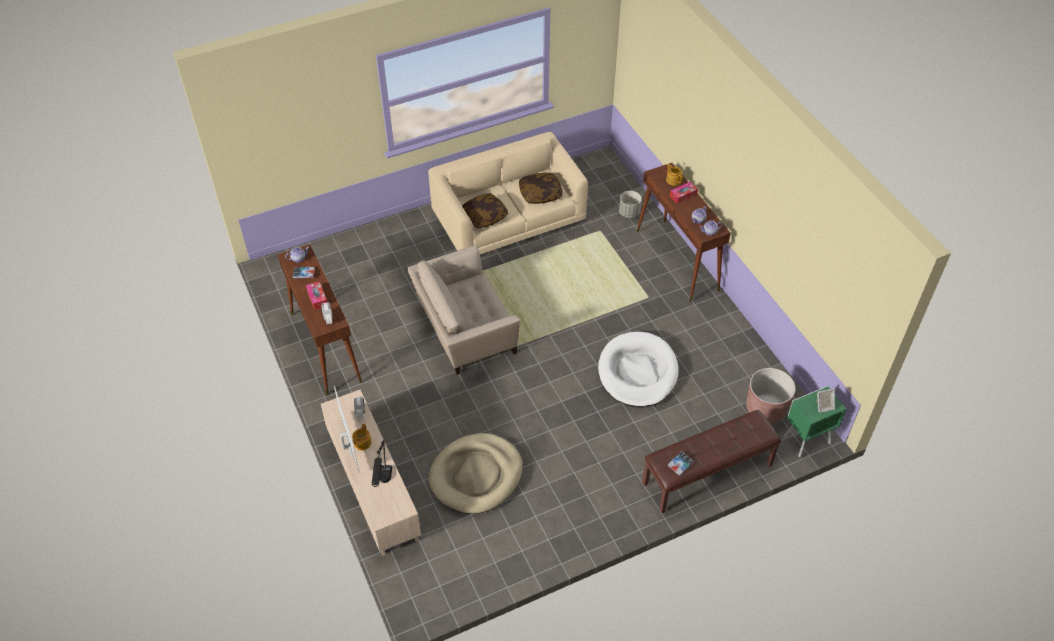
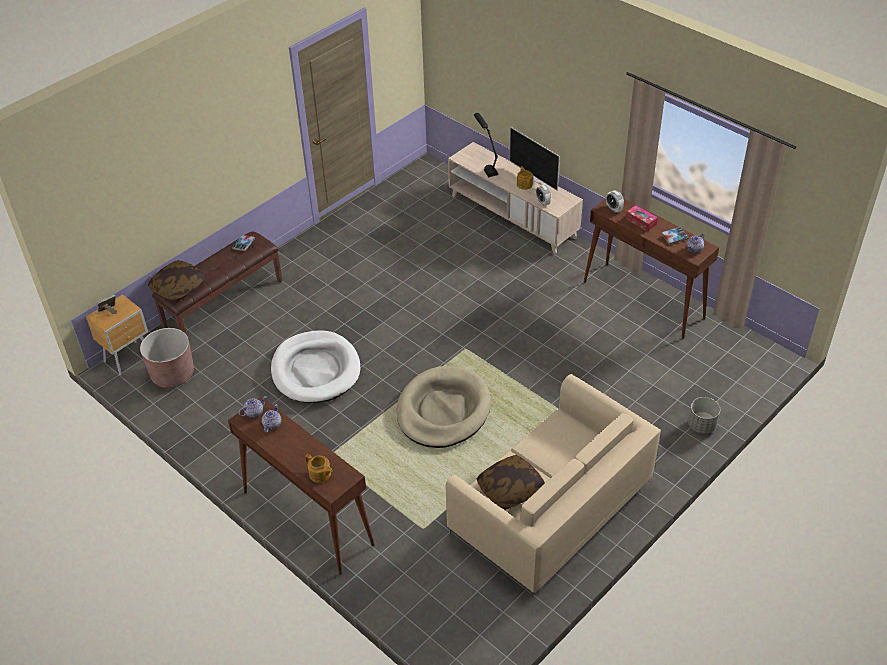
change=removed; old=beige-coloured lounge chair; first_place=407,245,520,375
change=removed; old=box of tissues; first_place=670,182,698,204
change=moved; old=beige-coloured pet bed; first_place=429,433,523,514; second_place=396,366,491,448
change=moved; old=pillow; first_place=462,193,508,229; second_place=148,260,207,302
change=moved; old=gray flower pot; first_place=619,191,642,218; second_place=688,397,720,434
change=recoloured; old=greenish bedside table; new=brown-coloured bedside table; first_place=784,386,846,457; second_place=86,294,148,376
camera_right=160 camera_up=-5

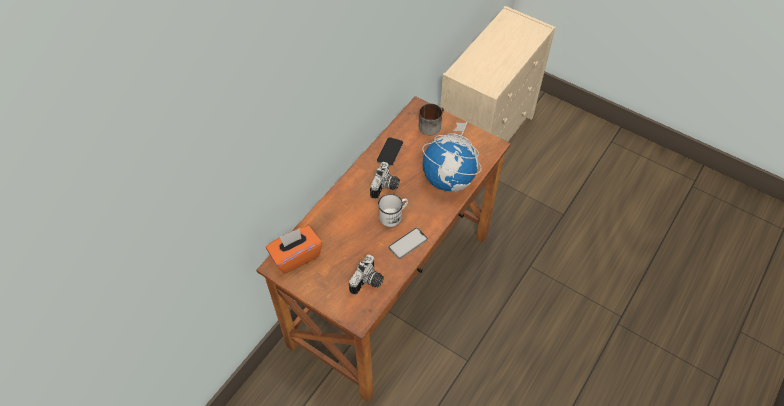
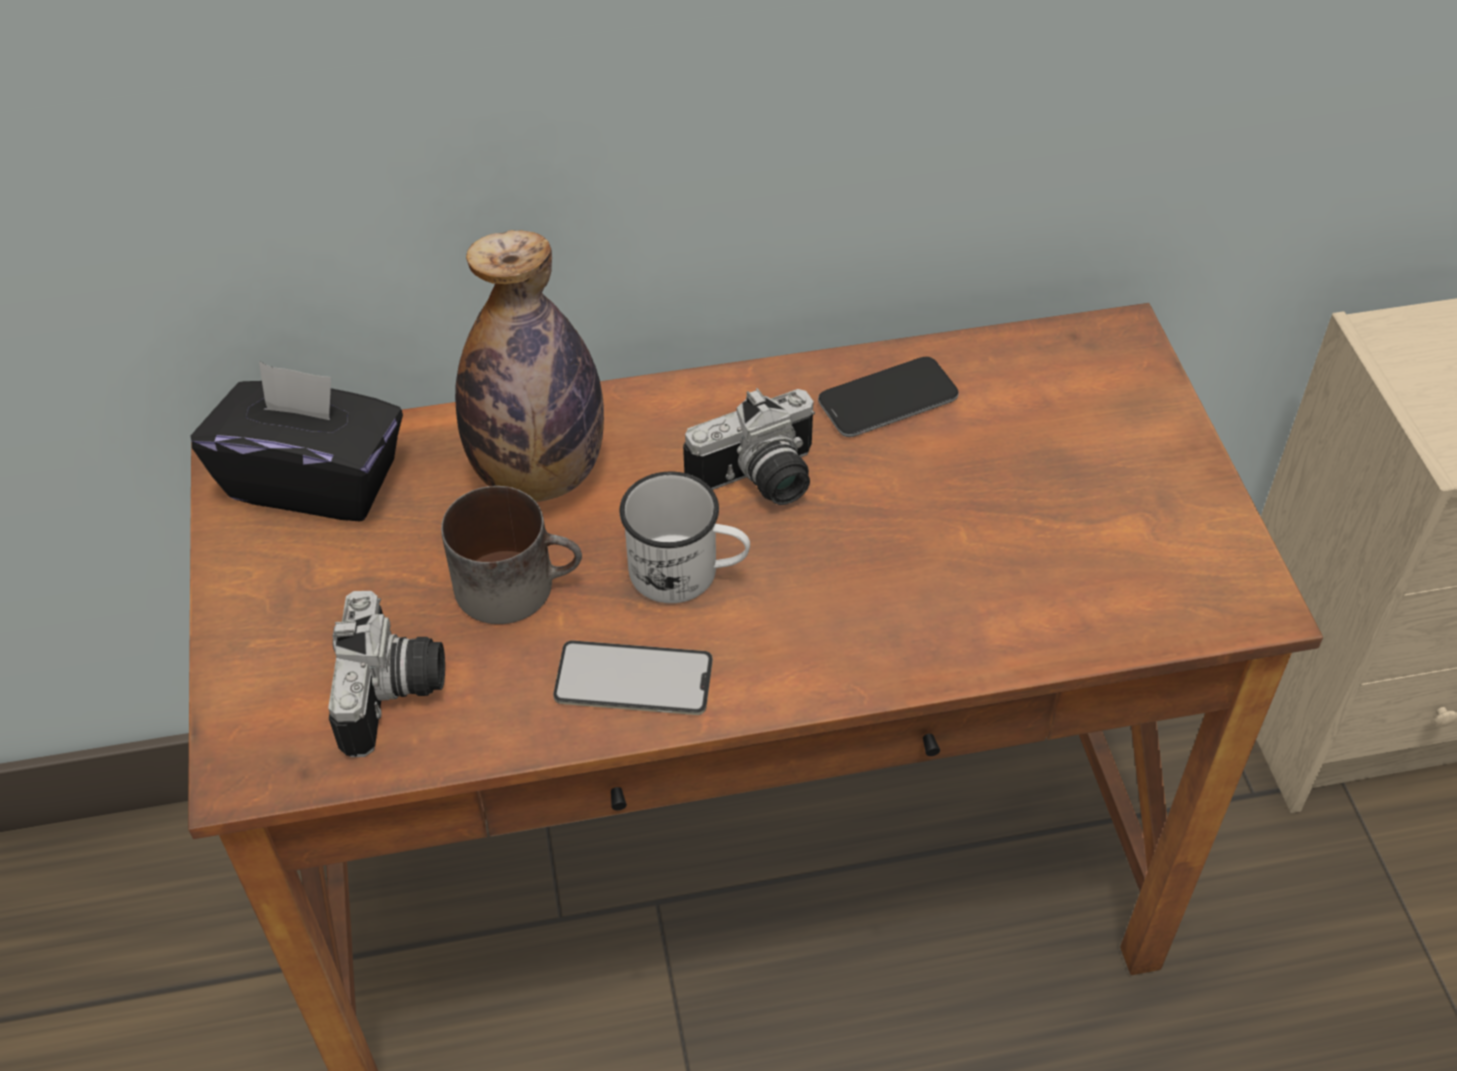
change=removed; old=globe; first_place=422,122,482,192
change=added; new=beverage bottle; second_place=455,230,604,502
change=moved; old=coffee mug; first_place=419,103,444,135; second_place=441,486,582,624
change=recoloured; old=orange-coloured box of tissues; new=black box of tissues; first_place=266,226,322,274; second_place=190,361,403,521
change=turned; old=photo camera; first_place=349,255,384,295; second_place=328,591,445,757; degrees=-75
camera_right=45 camera_up=-5

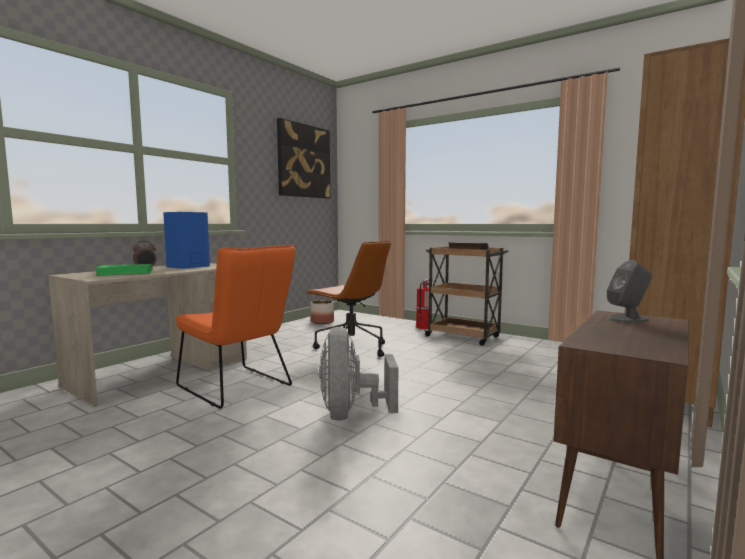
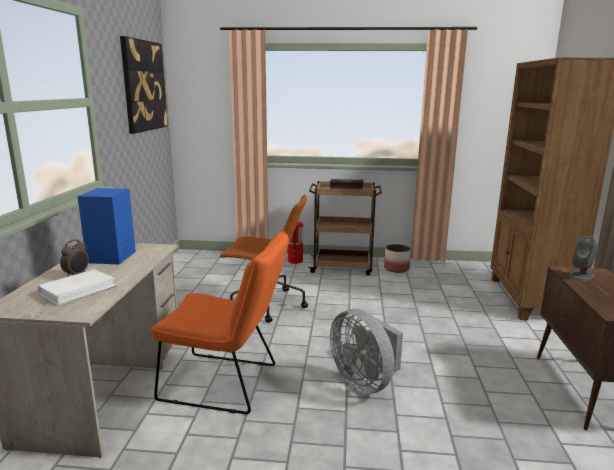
change=moved; old=flower pot; first_place=311,300,334,324; second_place=384,244,411,273
change=recoloured; old=greenish book; new=white-coloured book; first_place=95,264,152,276; second_place=38,269,117,306
camera_right=-30 camera_up=10

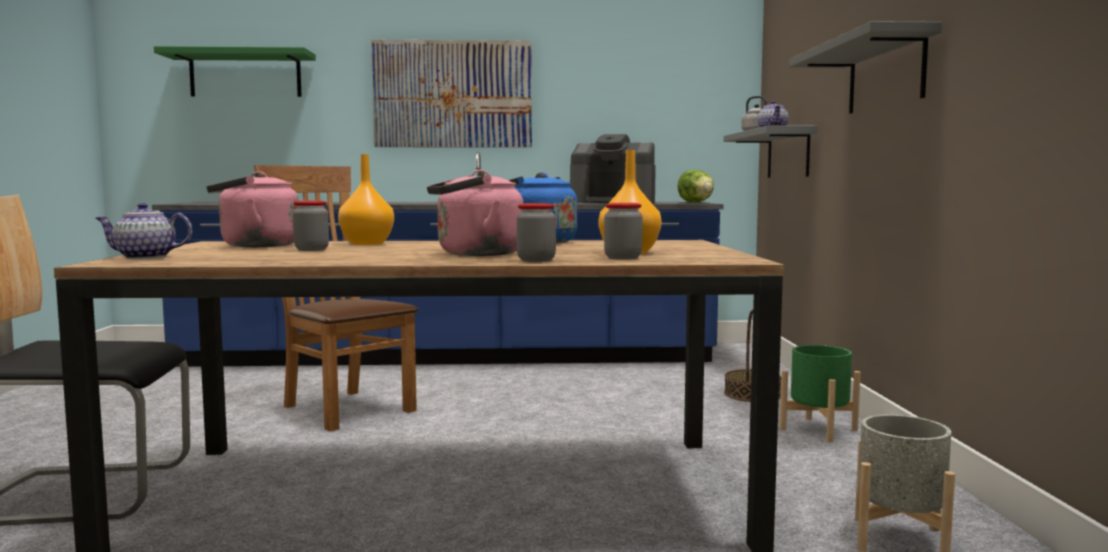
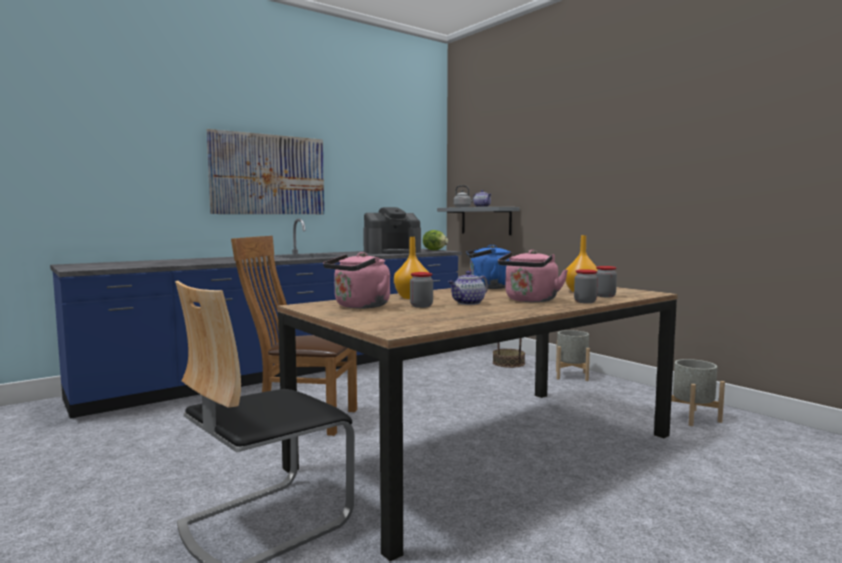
change=removed; old=greenish wall shelf; first_place=154,46,316,97
change=removed; old=gray wall shelf; first_place=789,21,942,114
change=moved; old=tea pot; first_place=95,203,192,259; second_place=448,271,488,305
change=recoloured; old=greenish flower pot; new=gray flower pot; first_place=780,345,861,442; second_place=556,330,590,381
camera_right=-35 camera_up=0

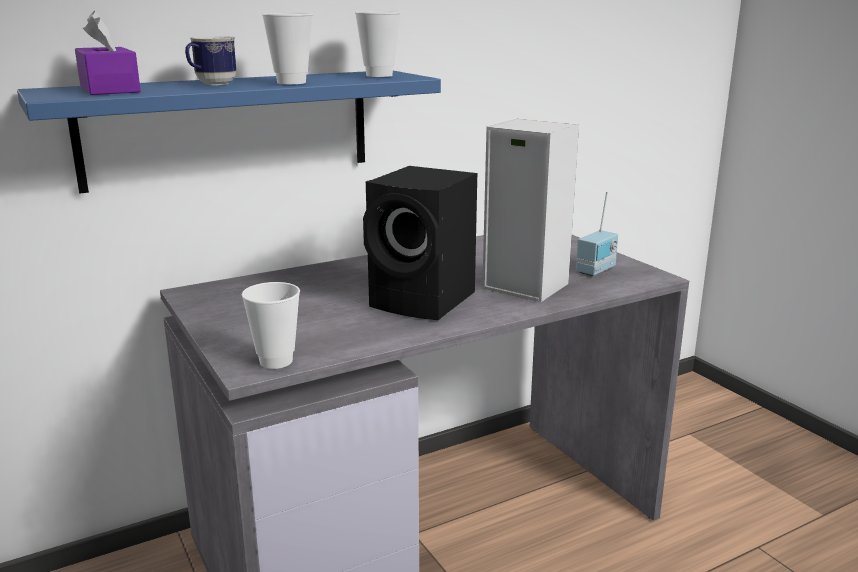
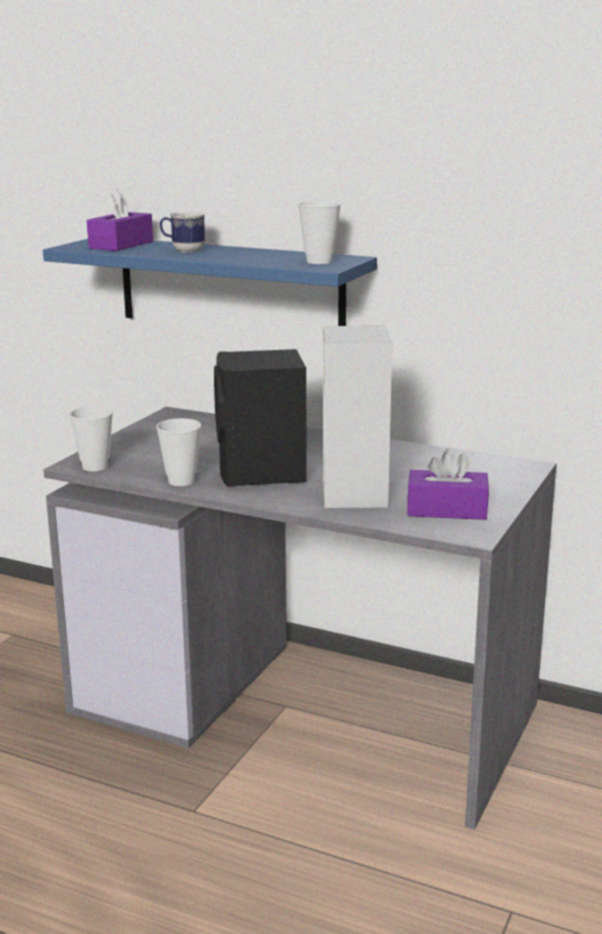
change=moved; old=cup; first_place=262,13,313,84; second_place=156,418,201,486
change=replaced; old=radio set; new=purplish box of tissues; first_place=576,192,618,276; second_place=407,448,489,520
camera_right=55 camera_up=0

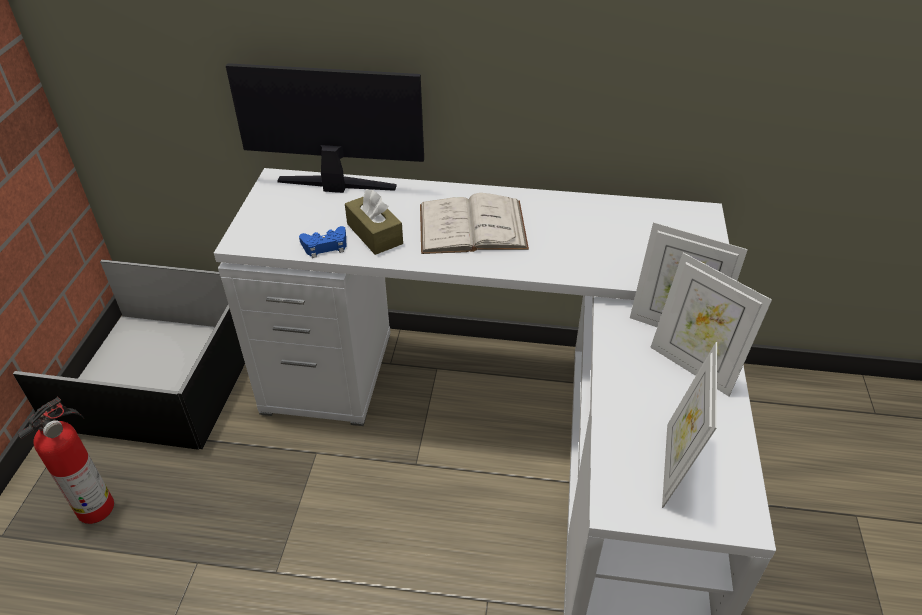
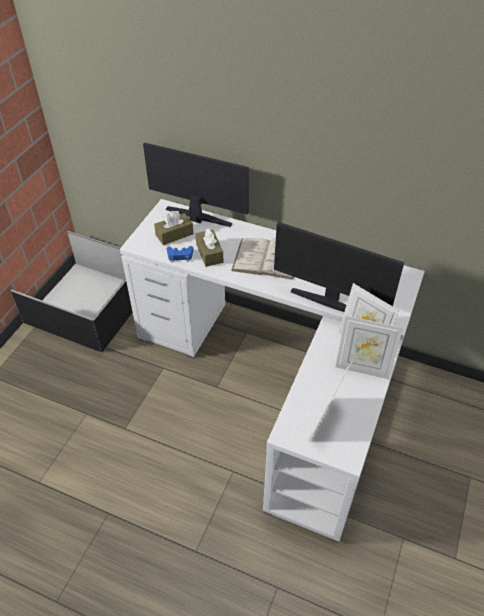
change=removed; old=extinguisher; first_place=17,396,114,524
change=added; new=brown-coloured box of tissues; second_place=154,211,194,245
change=added; new=computer display; second_place=274,222,404,312
change=turned; old=standing frame; first_place=650,253,772,396; second_place=336,316,403,379; degrees=-45
camera_right=15 camera_up=5

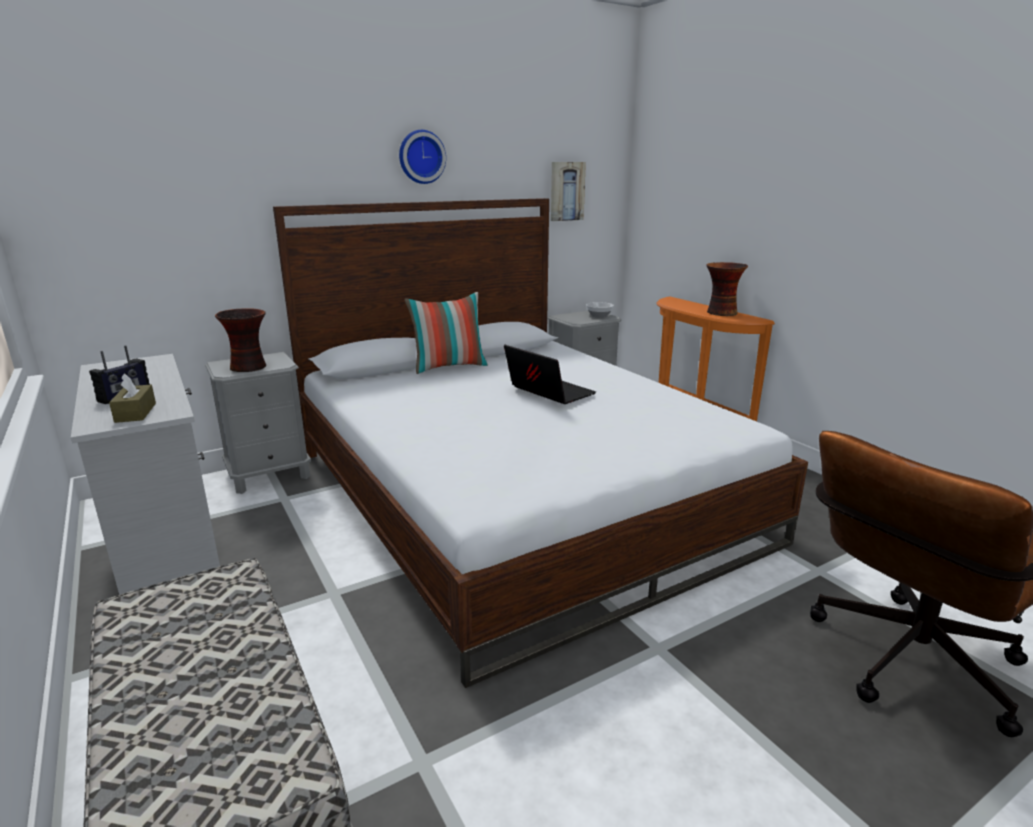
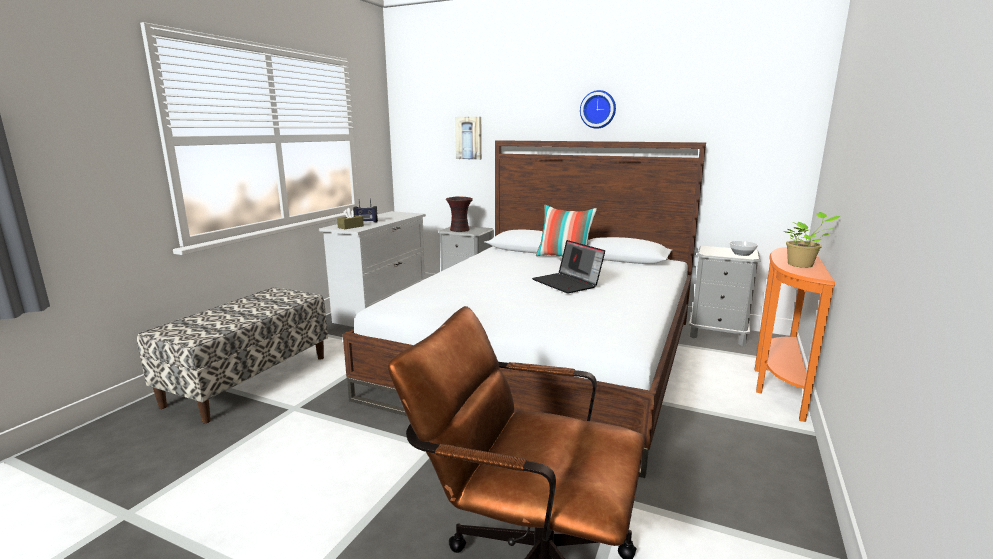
change=moved; old=wall picture; first_place=551,162,586,221; second_place=455,117,482,160
change=replaced; old=flower vase; new=houseplant; first_place=706,262,748,316; second_place=786,212,840,268
change=turned; old=portable computer; first_place=504,345,596,404; second_place=532,240,605,293; degrees=135
camera_right=55 camera_up=-5

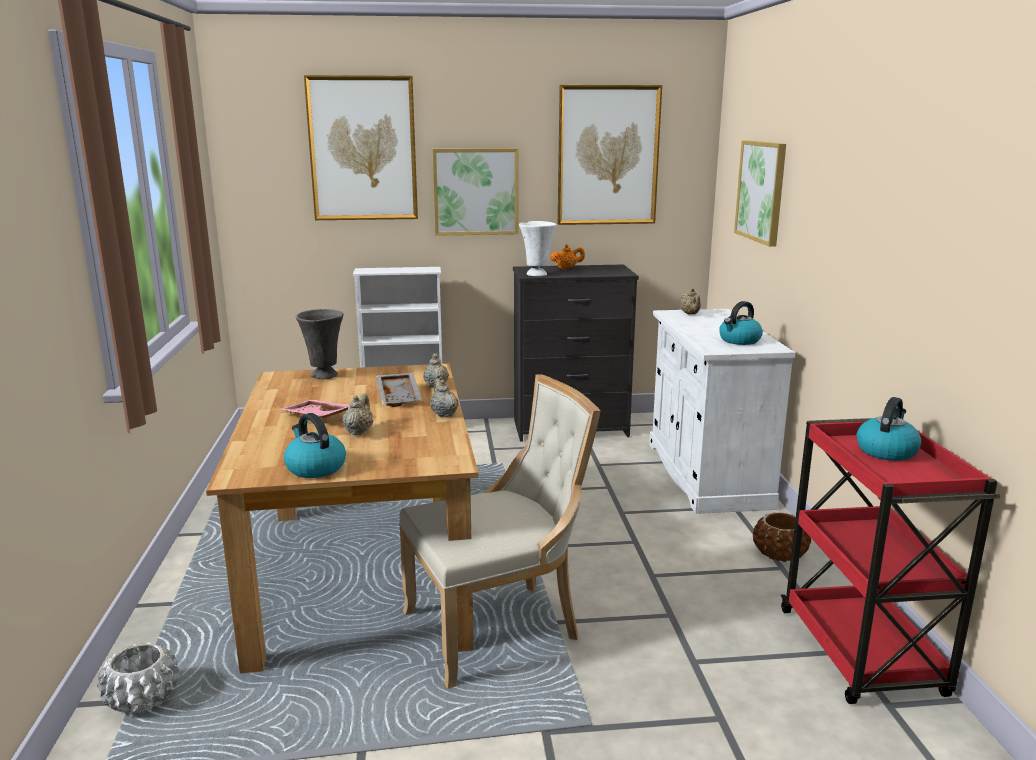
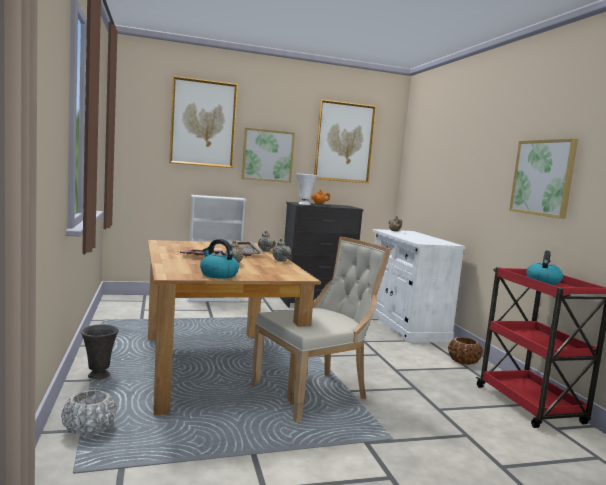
change=removed; old=kettle; first_place=719,301,763,345
change=moved; old=gray flower vase; first_place=296,309,343,380; second_place=81,324,119,379
change=moved; old=wall picture; first_place=734,141,786,247; second_place=509,138,578,219
camera_right=-10 camera_up=-10

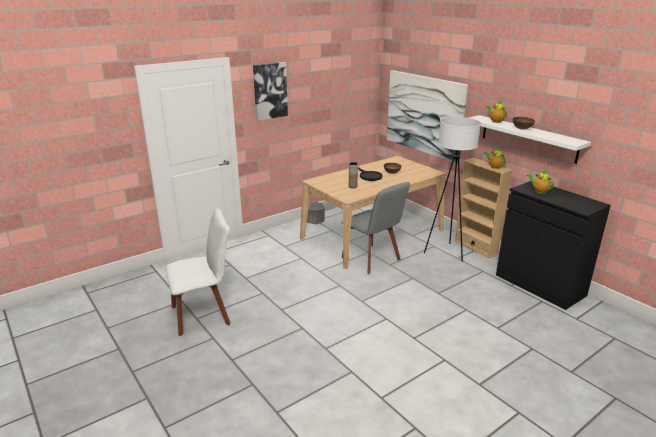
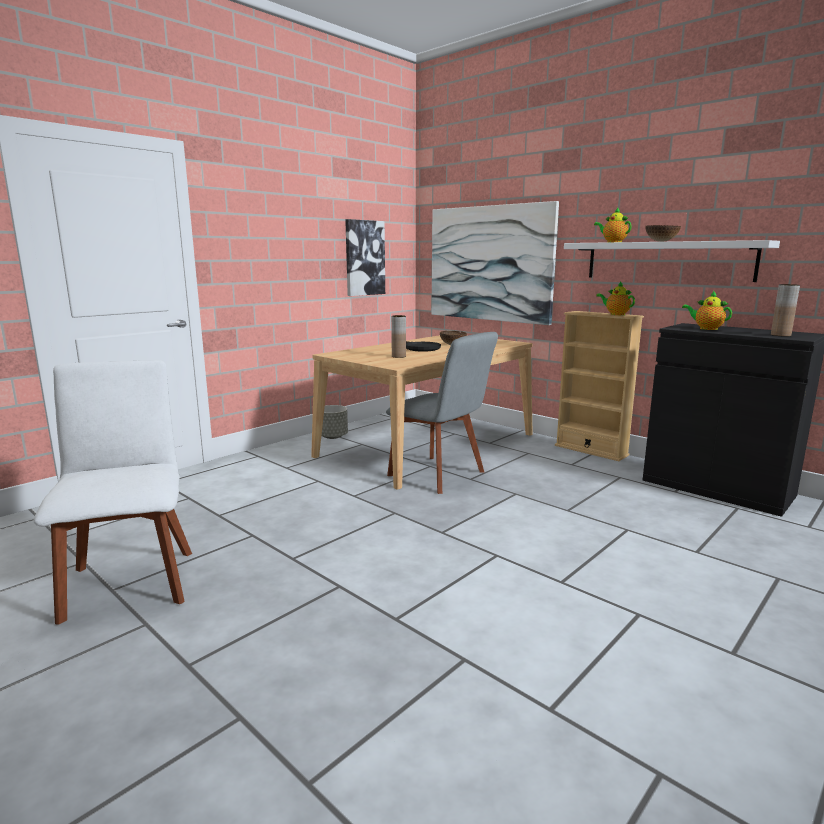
change=removed; old=white-coloured standard lamp; first_place=424,117,481,262
change=added; new=brown-coloured flower vase; second_place=771,284,800,337
change=moved; old=wall picture; first_place=253,62,288,121; second_place=345,219,385,296
change=turned; old=white-coloured chair; first_place=165,209,231,336; second_place=34,360,192,625; degrees=-75
camera_right=-10 camera_up=-10

